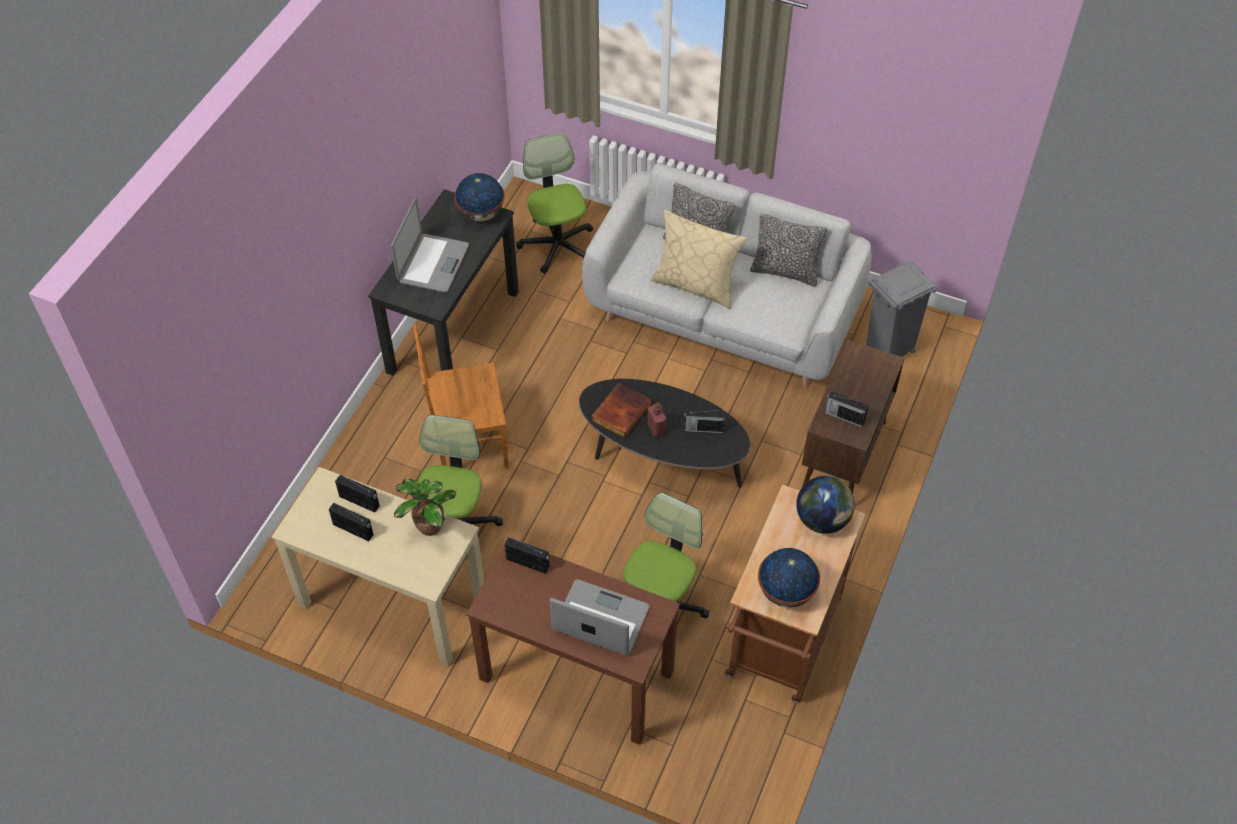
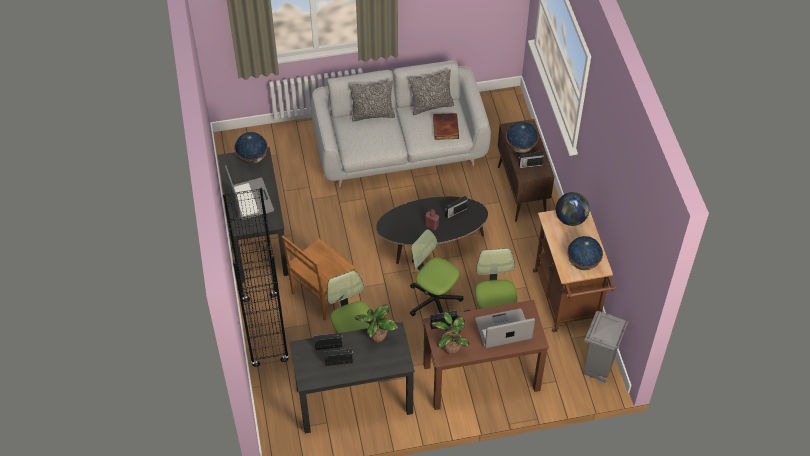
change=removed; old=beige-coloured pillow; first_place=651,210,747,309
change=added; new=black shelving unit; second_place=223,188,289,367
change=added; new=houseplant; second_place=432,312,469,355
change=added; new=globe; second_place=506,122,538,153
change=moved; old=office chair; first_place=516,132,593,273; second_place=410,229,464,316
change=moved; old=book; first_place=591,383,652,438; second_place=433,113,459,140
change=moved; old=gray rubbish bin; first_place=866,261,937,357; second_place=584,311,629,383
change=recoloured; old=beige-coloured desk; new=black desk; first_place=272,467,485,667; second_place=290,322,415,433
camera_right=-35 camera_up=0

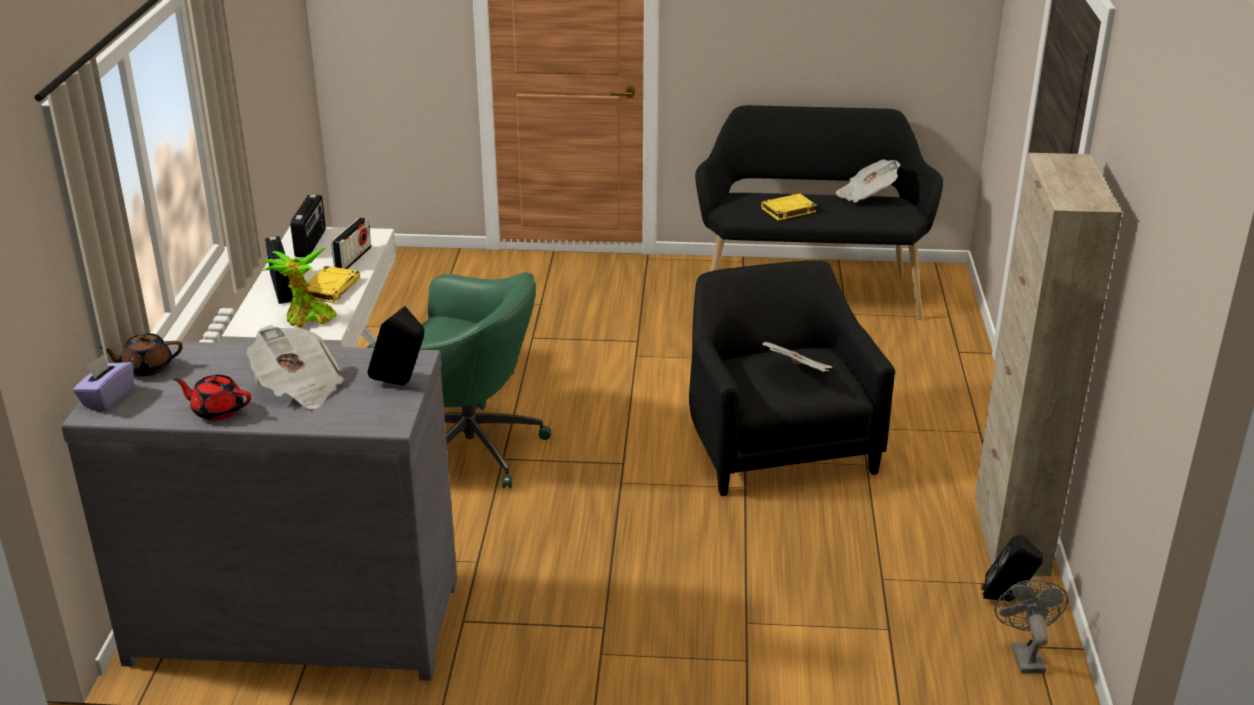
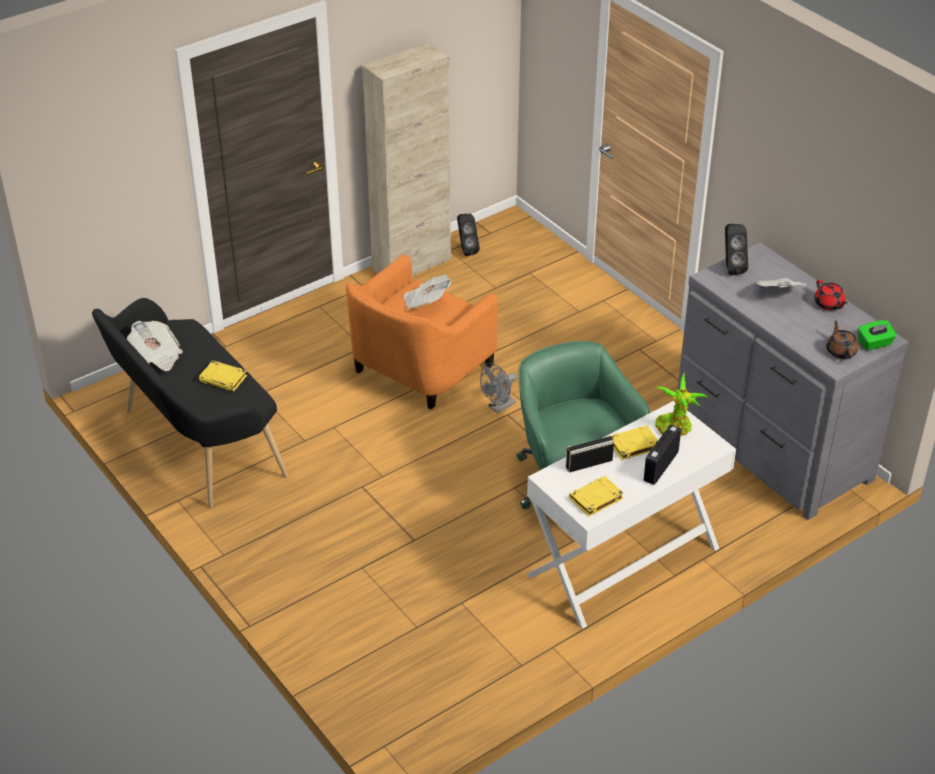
change=moved; old=gray electric fan; first_place=995,579,1068,674; second_place=480,363,517,413
change=replaced; old=radio set; new=yellowish book; first_place=290,194,326,257; second_place=569,476,624,517
change=recoloured; old=purplish box of tissues; new=greenish box of tissues; first_place=73,355,134,411; second_place=858,320,897,351
change=recoloured; old=black lounge chair; new=orange-coloured lounge chair; first_place=689,260,896,496; second_place=346,255,498,409
change=turned; old=brown-coloured tea pot; first_place=99,333,183,377; second_place=826,321,858,359; degrees=-135
camera_right=-130 camera_up=10

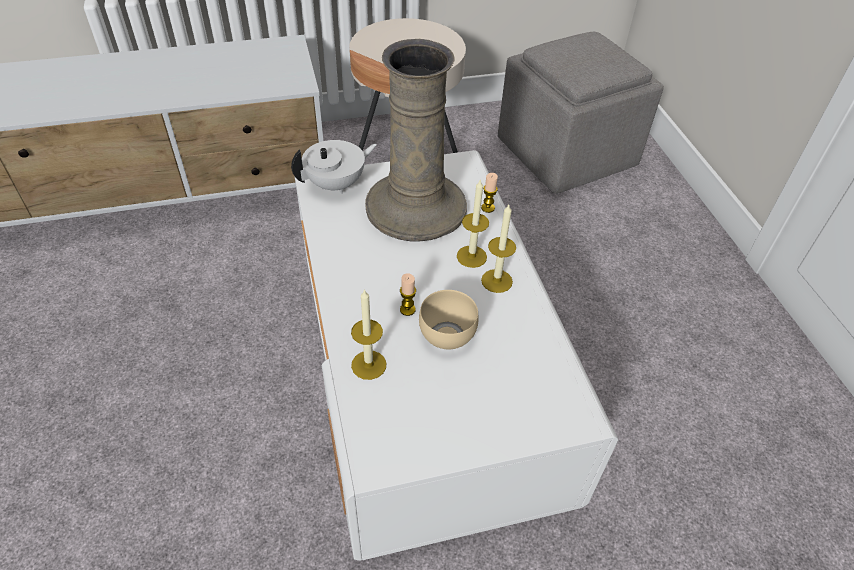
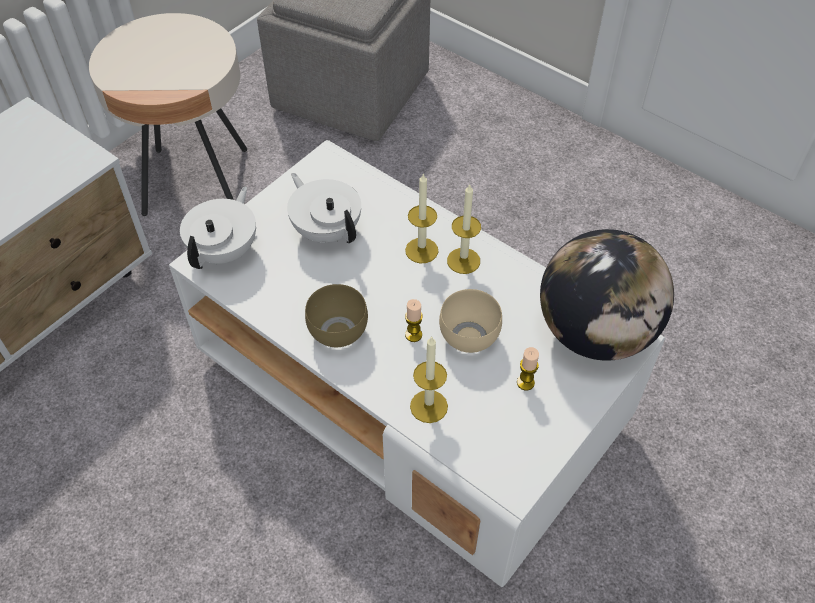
change=added; new=brown-coloured bowl; second_place=305,284,368,347
change=added; new=globe; second_place=540,229,674,361
change=moved; old=wax candle; first_place=481,173,498,213; second_place=517,347,539,391
change=replaced; old=beige-coloured flower vase; new=white-coloured tea pot; first_place=365,39,467,242; second_place=287,173,361,243
camera_right=-35 camera_up=5

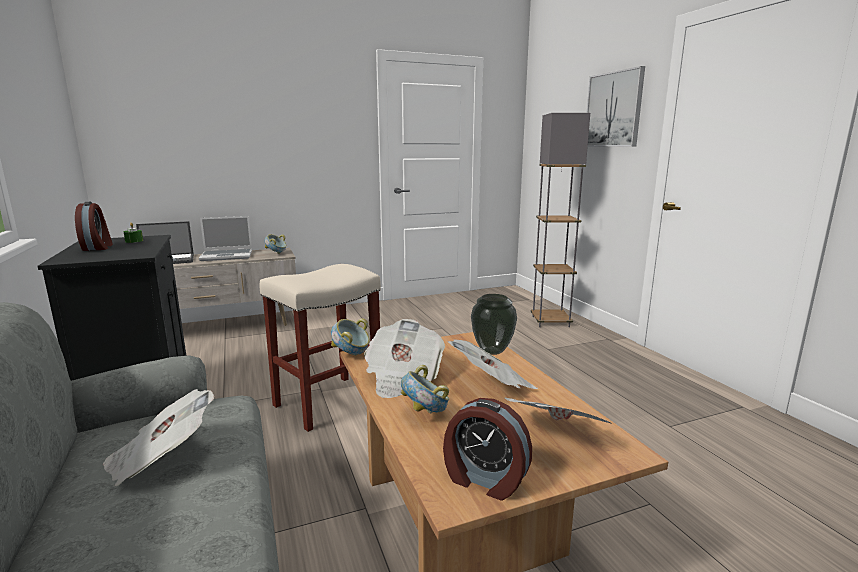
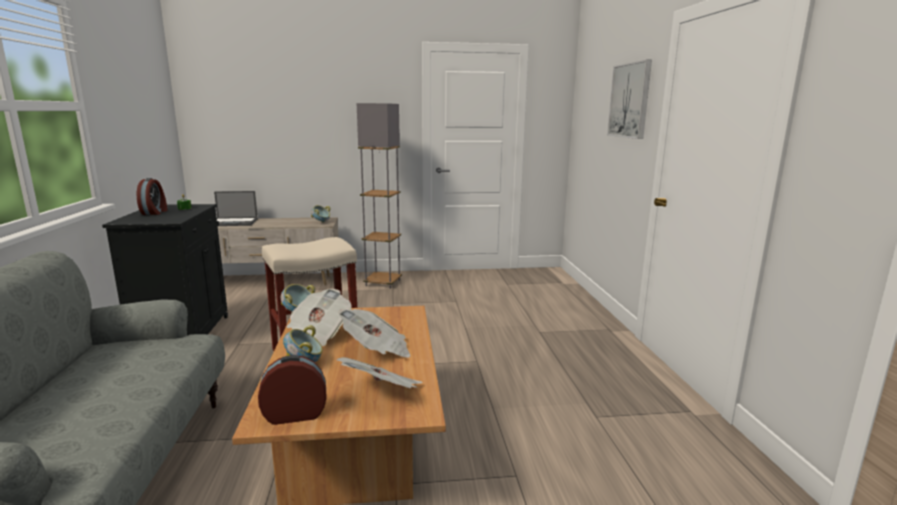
change=removed; old=daily paper; first_place=103,389,214,487
change=removed; old=portable computer; first_place=199,216,252,261
change=removed; old=flower vase; first_place=471,294,517,355
change=moved; old=gray standard lamp; first_place=531,113,590,327; second_place=357,103,402,289
change=turned; old=table clock; first_place=443,398,532,500; second_place=258,355,327,425; degrees=120
camera_right=15 camera_up=0

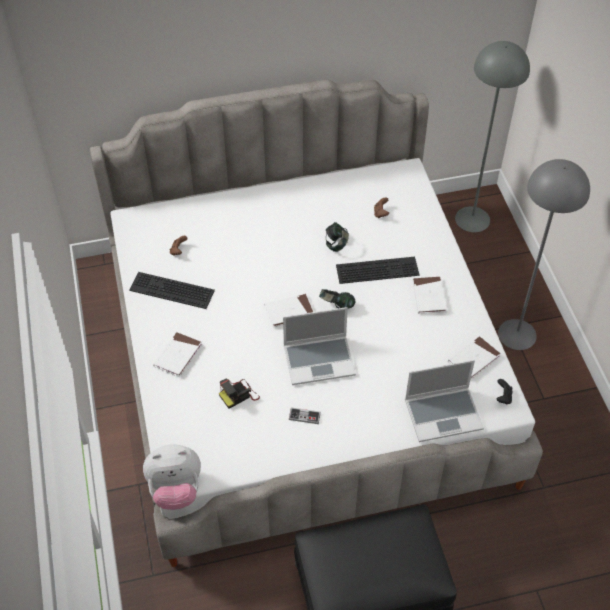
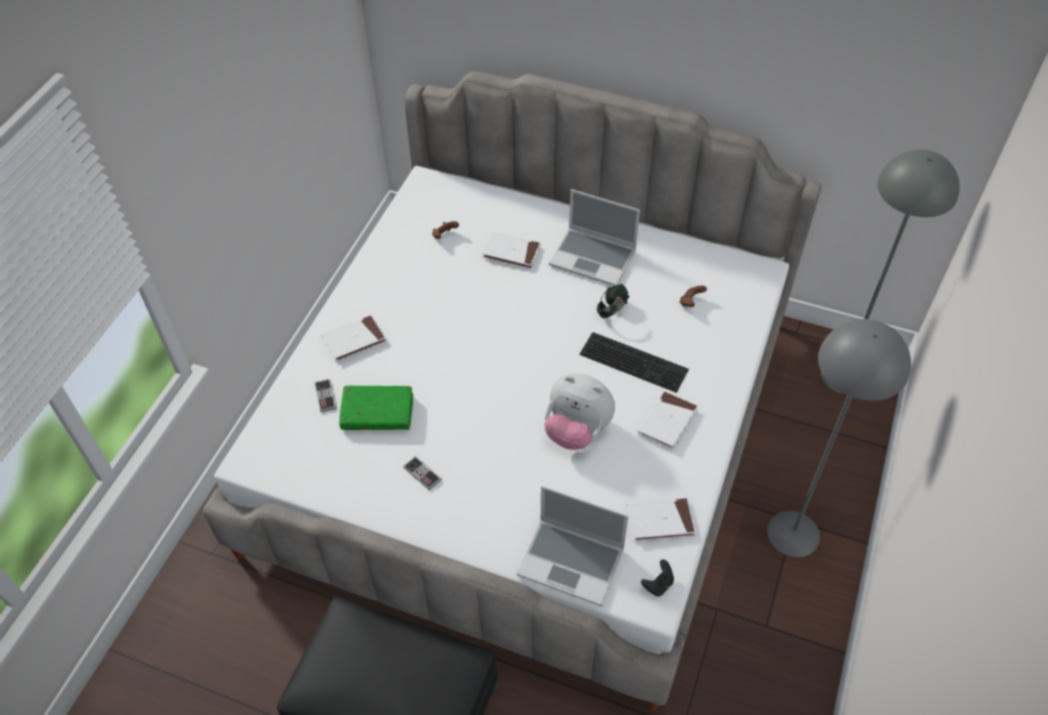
change=removed; old=keyboard; first_place=129,272,215,309
change=removed; old=headset; first_place=319,289,355,309
change=added; new=game controller; second_place=315,379,336,412
change=moved; old=soft toy; first_place=143,444,201,510; second_place=544,374,615,450
change=moved; old=white-coloured book; first_place=265,294,314,327; second_place=482,232,541,269
change=moved; old=portable computer; first_place=283,307,356,385; second_place=549,189,640,286
change=replaced; old=photo camera; new=greenish book; first_place=219,379,260,409; second_place=339,386,413,430
camera_right=35 camera_up=0

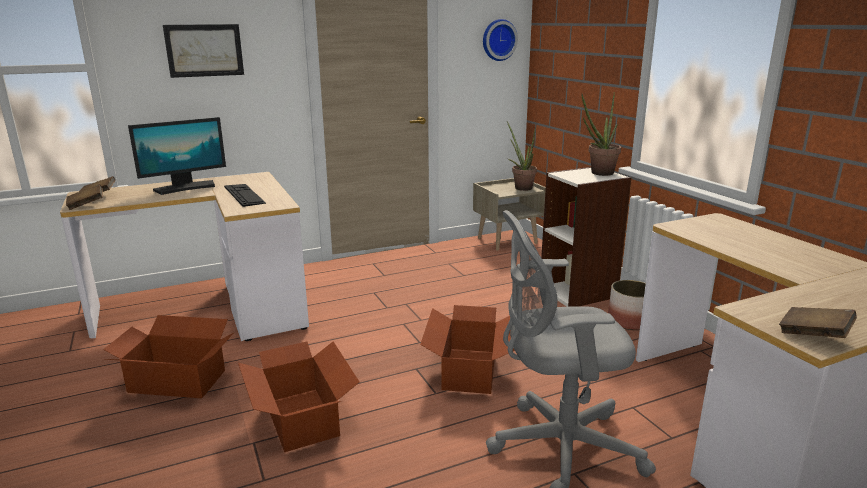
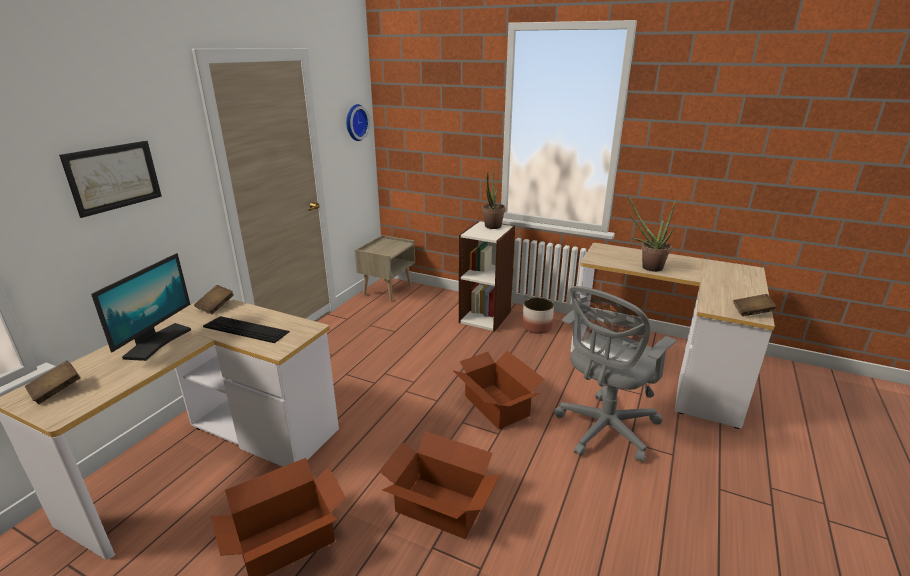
change=moved; old=brown-coloured book; first_place=66,184,103,210; second_place=194,285,234,314
change=moved; old=houseplant; first_place=507,122,537,191; second_place=627,194,676,272
camera_right=-40 camera_up=5

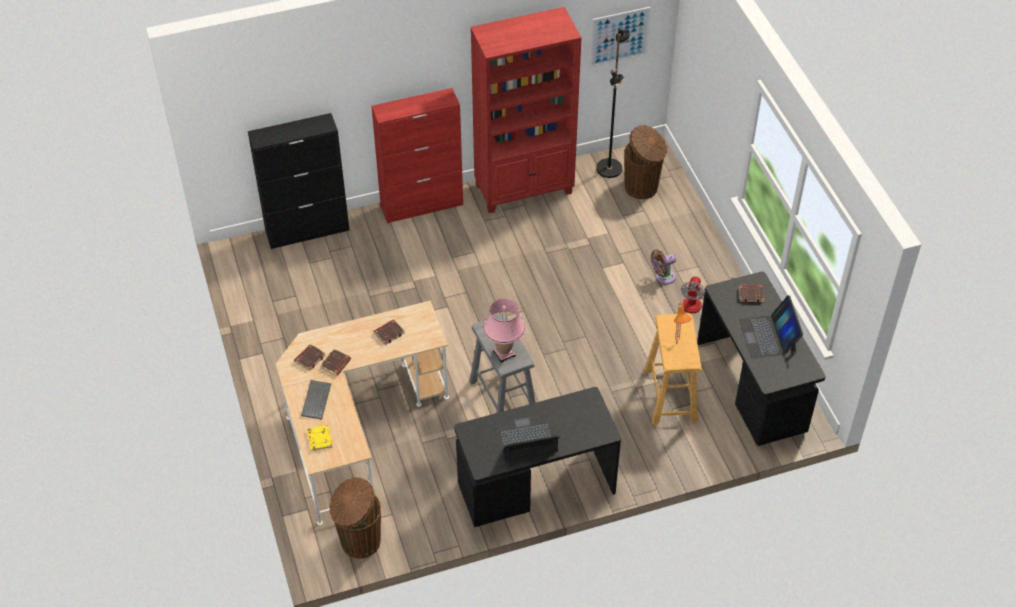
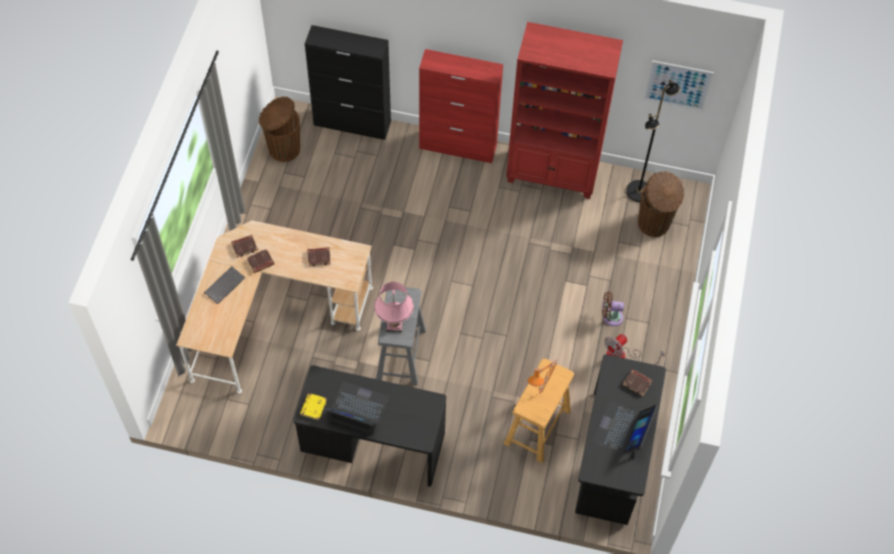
change=moved; old=yellowish book; first_place=307,425,333,451; second_place=300,393,327,420
change=moved; old=brown-coloured rubbish bin; first_place=329,477,381,559; second_place=259,96,300,162
camera_right=30 camera_up=10

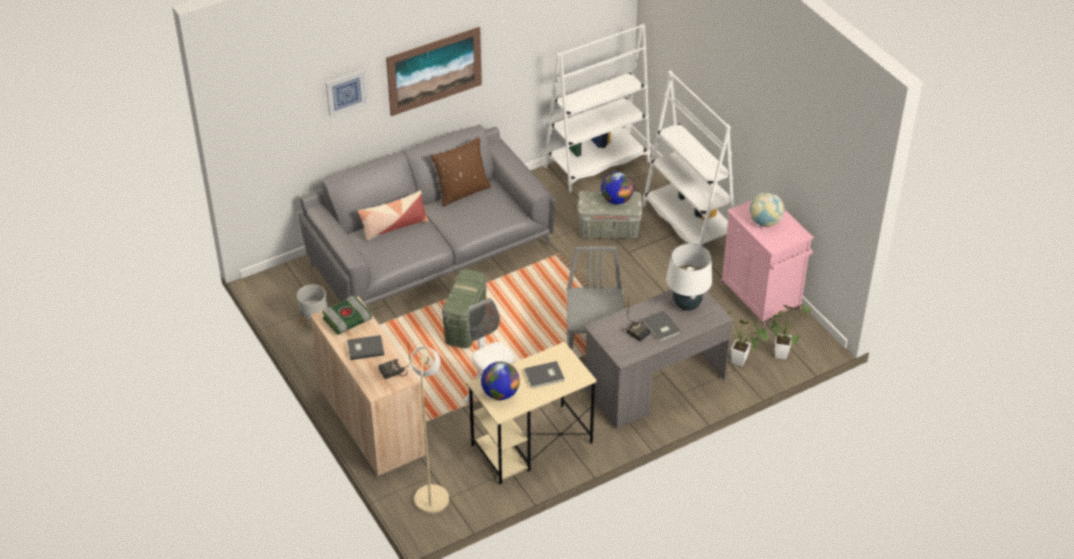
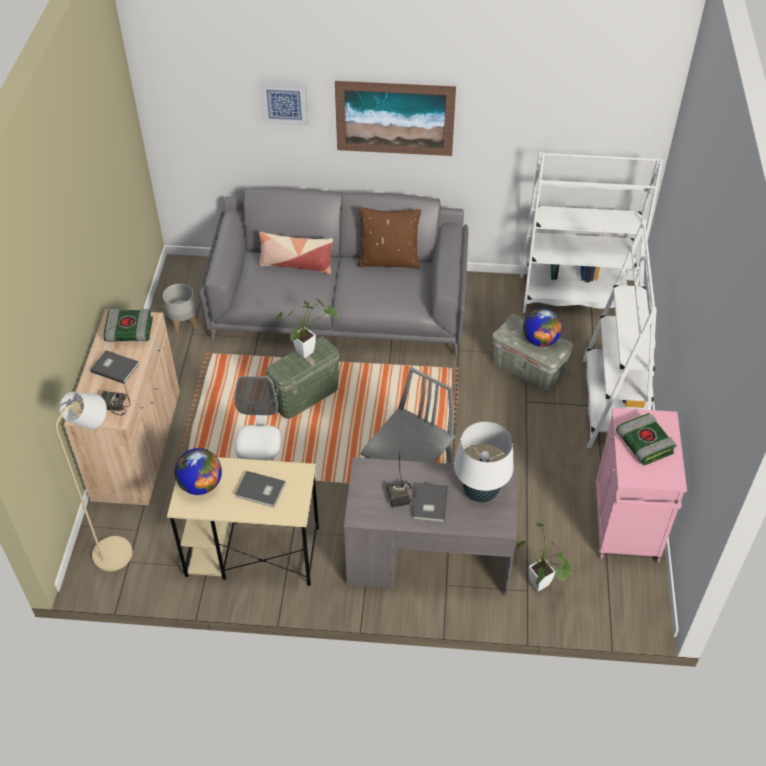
change=moved; old=houseplant; first_place=770,305,812,360; second_place=274,298,339,358
change=replaced; old=globe; new=book; first_place=750,192,785,227; second_place=616,413,676,465
camera_right=35 camera_up=5

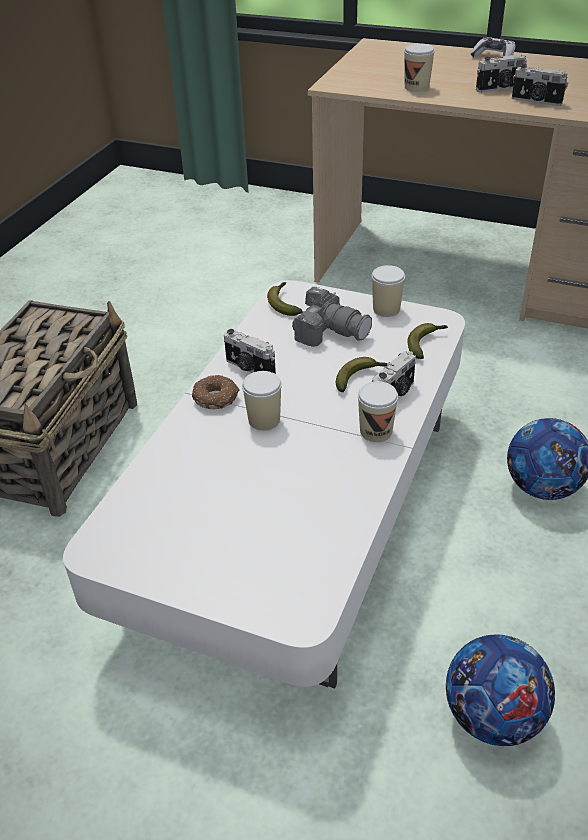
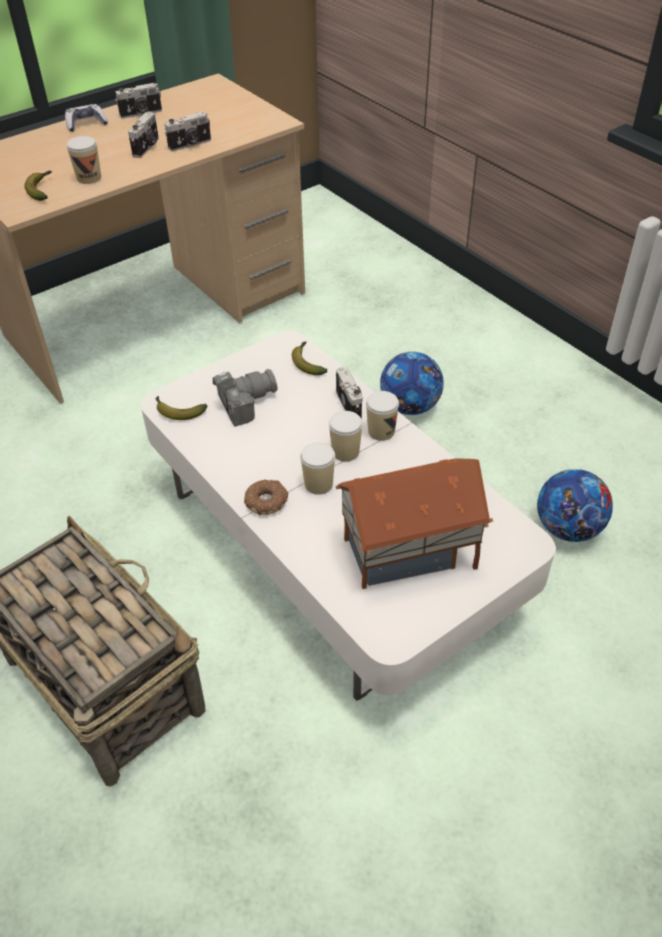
change=added; new=miniature house; second_place=336,458,493,589
change=moved; old=photo camera; first_place=224,329,276,374; second_place=115,83,162,119
change=moved; old=banana; first_place=336,357,387,392; second_place=24,171,52,201
change=moved; old=cup; first_place=372,265,405,317; second_place=329,411,363,462
camera_right=-60 camera_up=5

